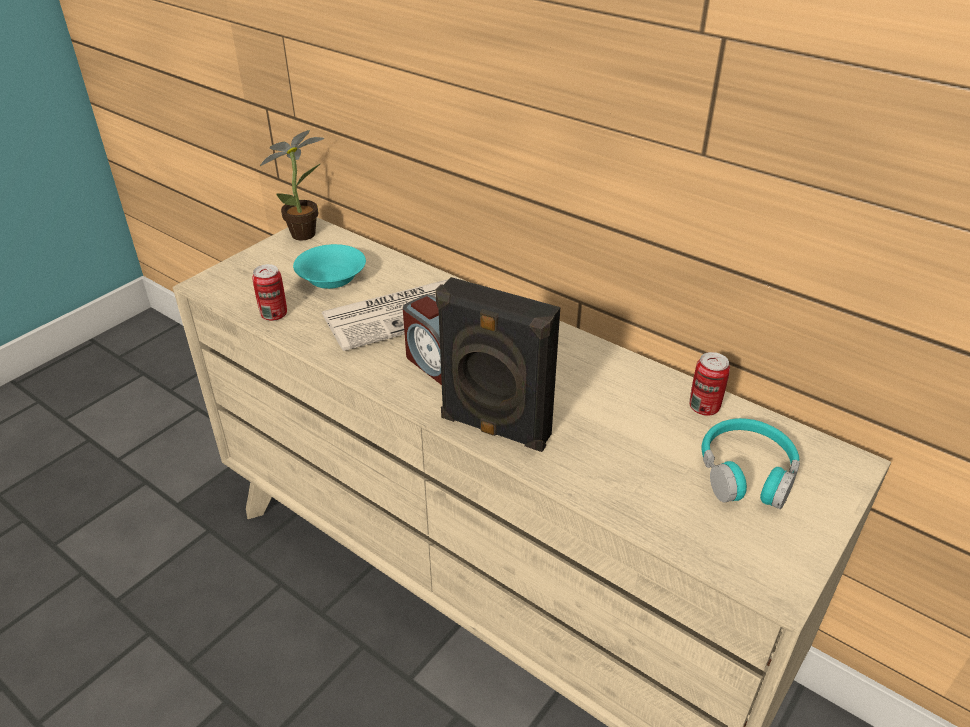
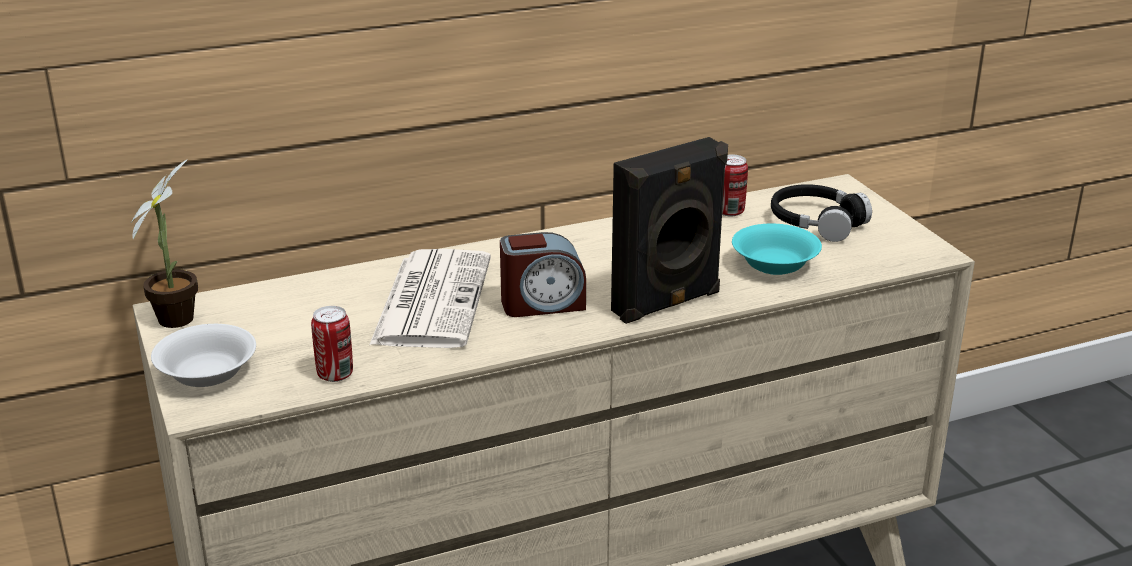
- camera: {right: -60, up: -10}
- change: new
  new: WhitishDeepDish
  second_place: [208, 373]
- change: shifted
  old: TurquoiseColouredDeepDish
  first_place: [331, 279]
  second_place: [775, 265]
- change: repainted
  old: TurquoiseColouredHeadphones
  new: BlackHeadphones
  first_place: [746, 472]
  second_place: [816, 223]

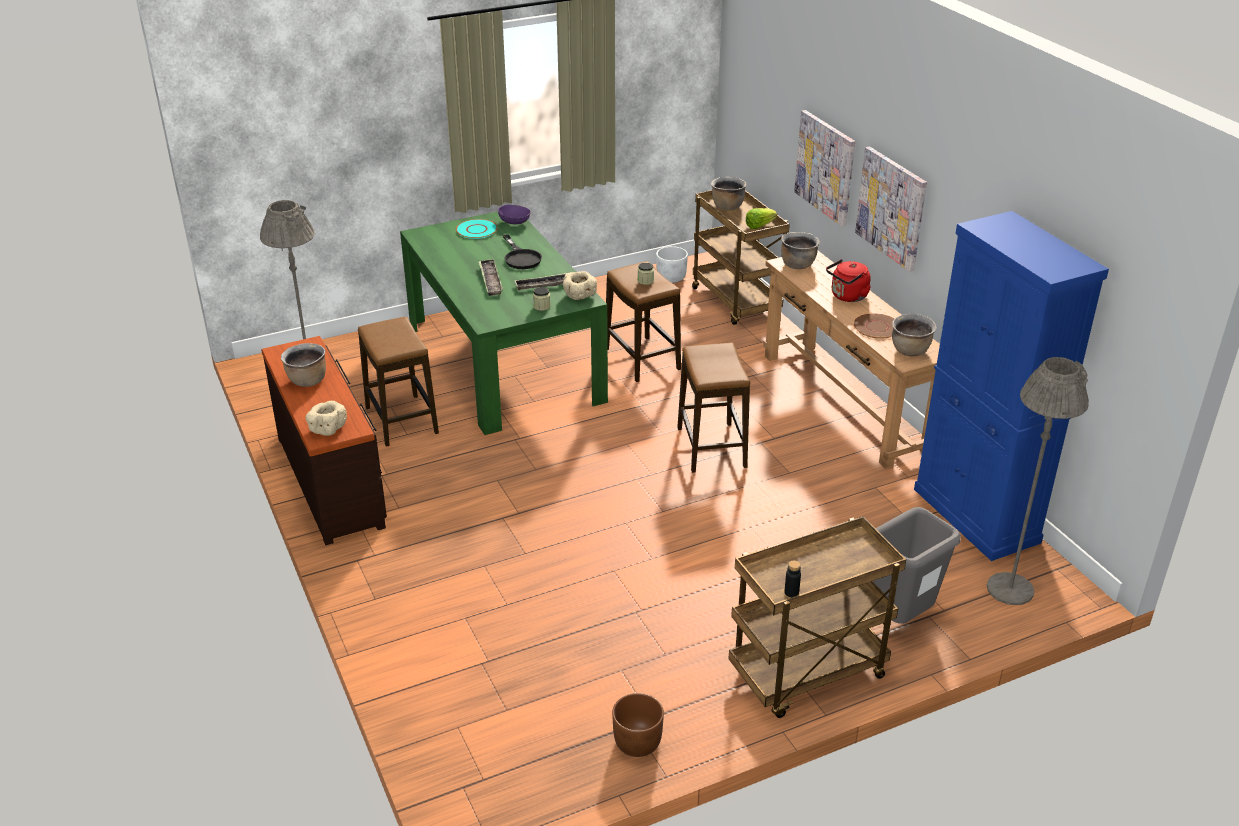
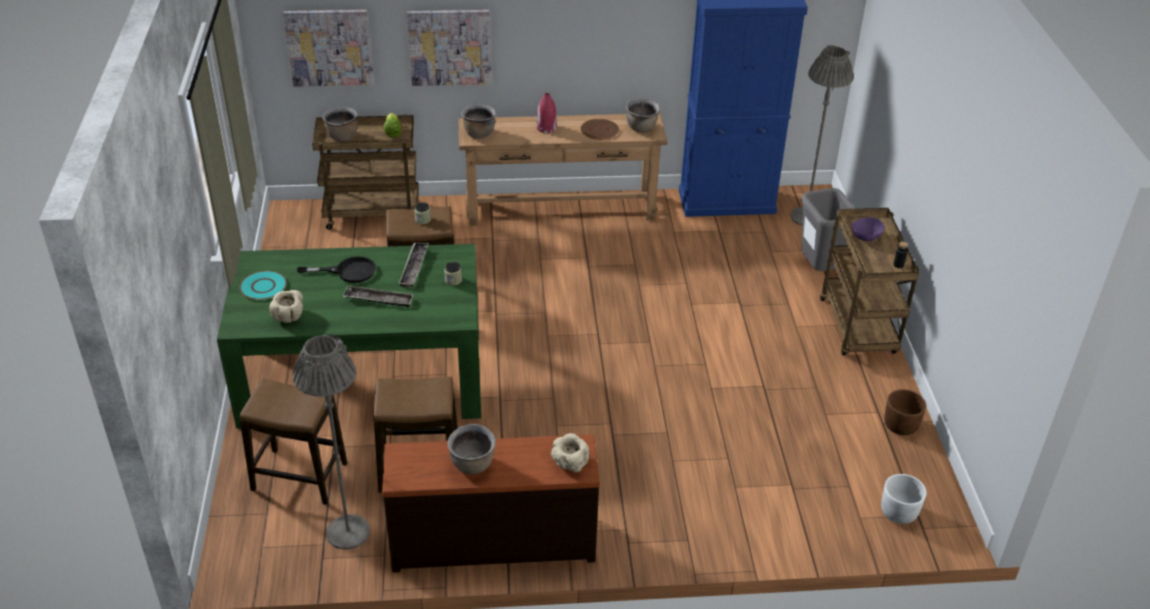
- camera: {right: -70, up: 5}
- change: shifted
  old: PurplishDeepDish
  first_place: [515, 222]
  second_place: [866, 236]
- change: shifted
  old: SandColouredDeepDish
  first_place: [579, 296]
  second_place: [289, 316]
- change: shifted
  old: WhitishPlantPot
  first_place: [671, 278]
  second_place: [898, 513]
- change: shifted
  old: StoolSeat
  first_place: [711, 447]
  second_place: [299, 477]
- change: shifted
  old: Picture
  first_place: [891, 208]
  second_place: [329, 47]
- change: swapped
  old: RedWaterKettle
  new: RedDecorativeVase
  first_place: [847, 297]
  second_place: [546, 128]

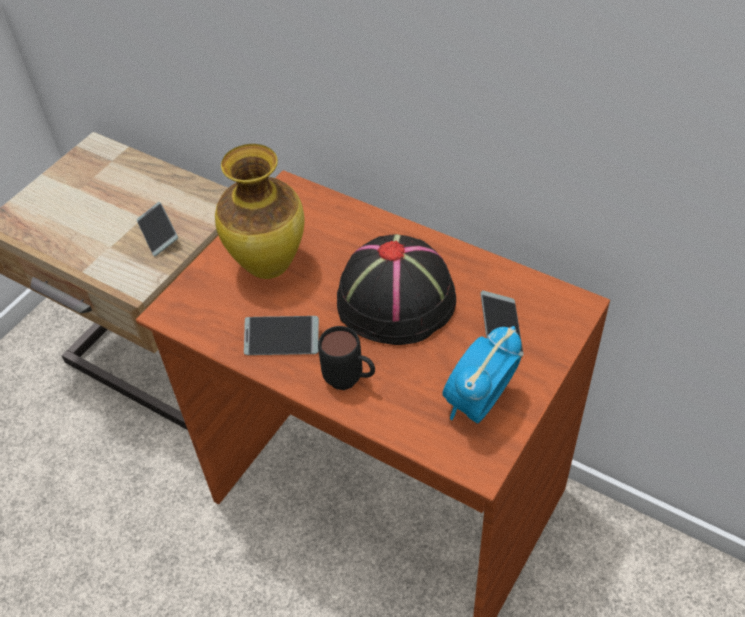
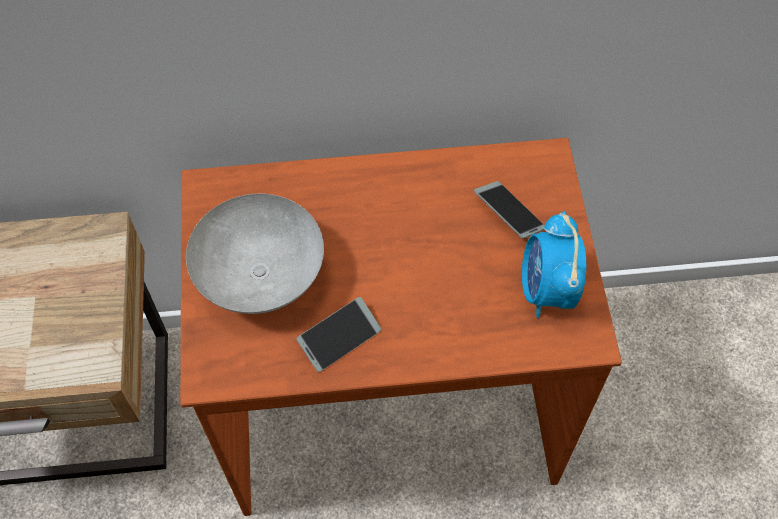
- camera: {right: -40, up: 10}
- change: gone
  old: Telephone
  first_place: [158, 233]
- change: gone
  old: BlackMug
  first_place: [350, 382]
- change: gone
  old: BlackHat
  first_place: [397, 300]
- change: swapped
  old: DecorativeVase
  new: GrayDeepDish
  first_place: [270, 266]
  second_place: [262, 274]

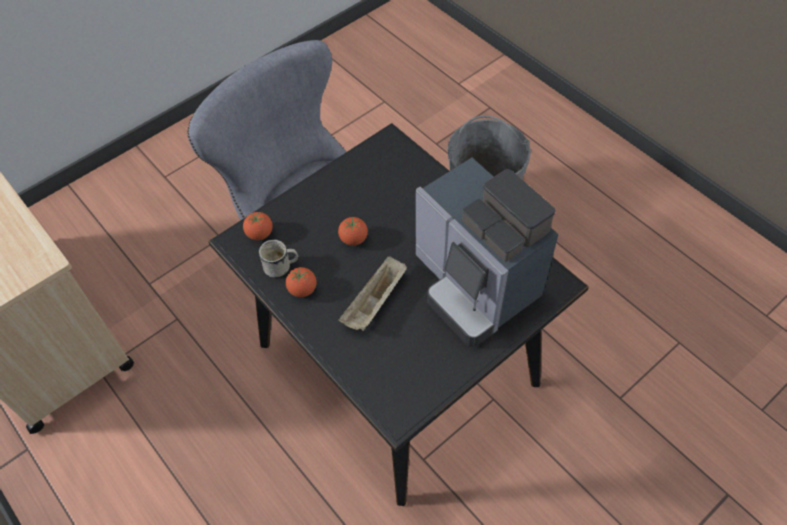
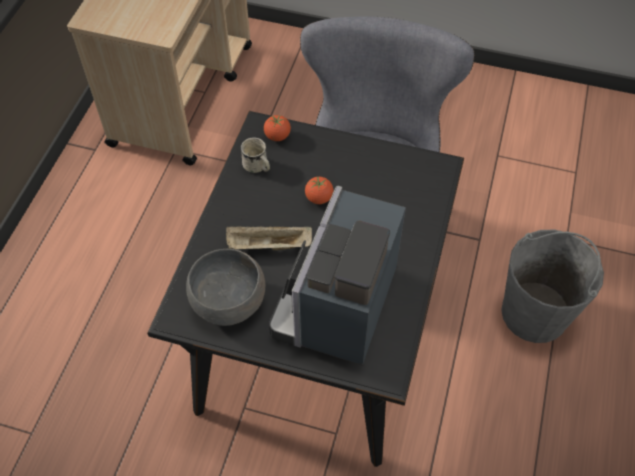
- camera: {right: 55, up: 0}
- change: gone
  old: FreshTomato
  first_place: [302, 289]
- change: new
  new: GrayDeepDish
  second_place: [229, 301]

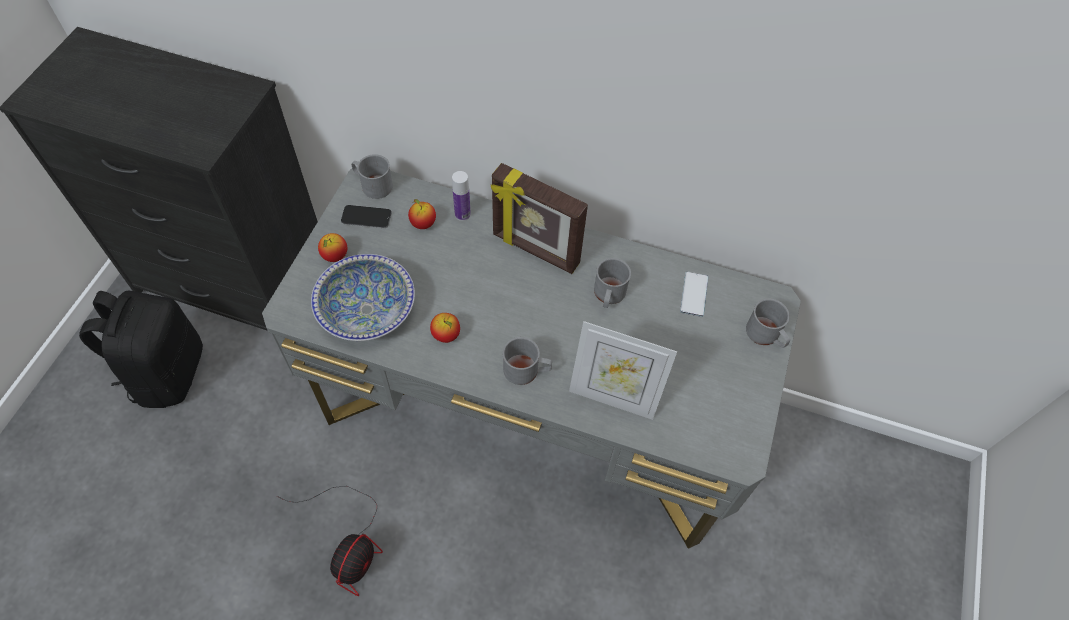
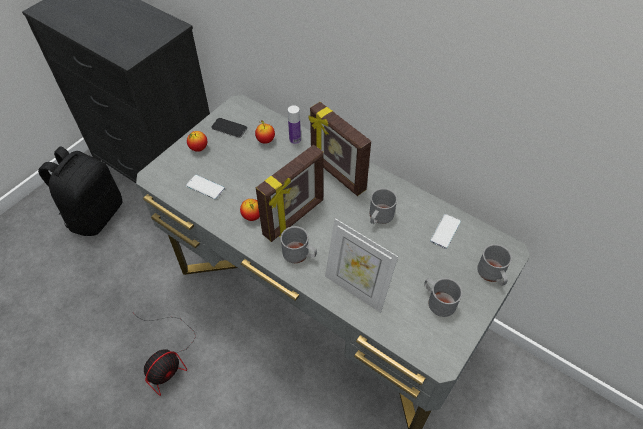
- camera: {right: 20, up: -5}
- change: new
  new: PictureFrame
  second_place: [294, 218]
- change: shifted
  old: GrayMug
  first_place: [373, 185]
  second_place: [438, 301]
- change: swapped
  old: DeepDish
  new: Telephone
  first_place: [366, 309]
  second_place: [205, 187]

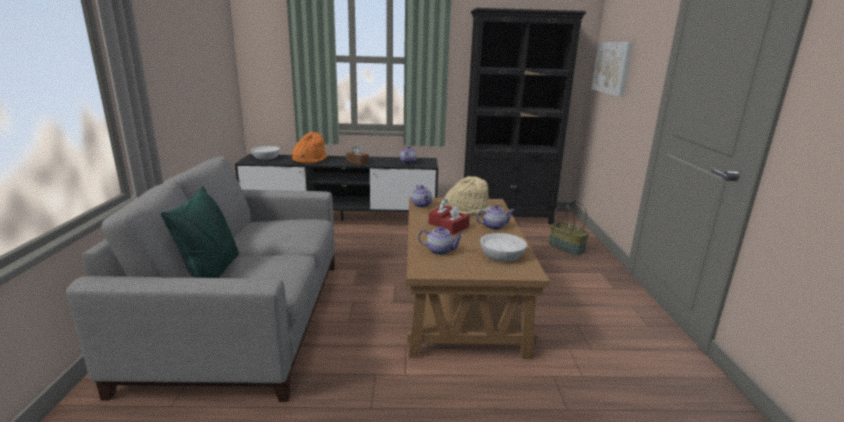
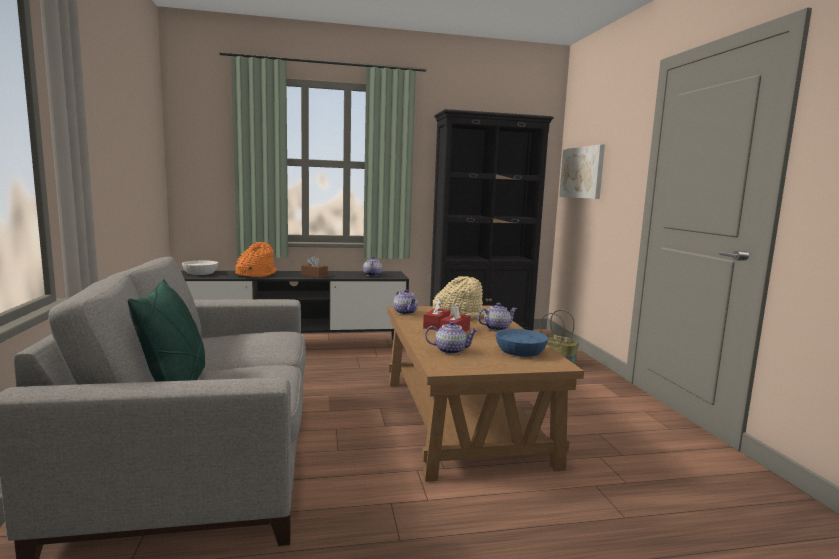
- camera: {right: -10, up: -10}
- change: repainted
  old: WhitishDeepDish
  new: BluishDeepDish
  first_place: [501, 255]
  second_place: [519, 351]

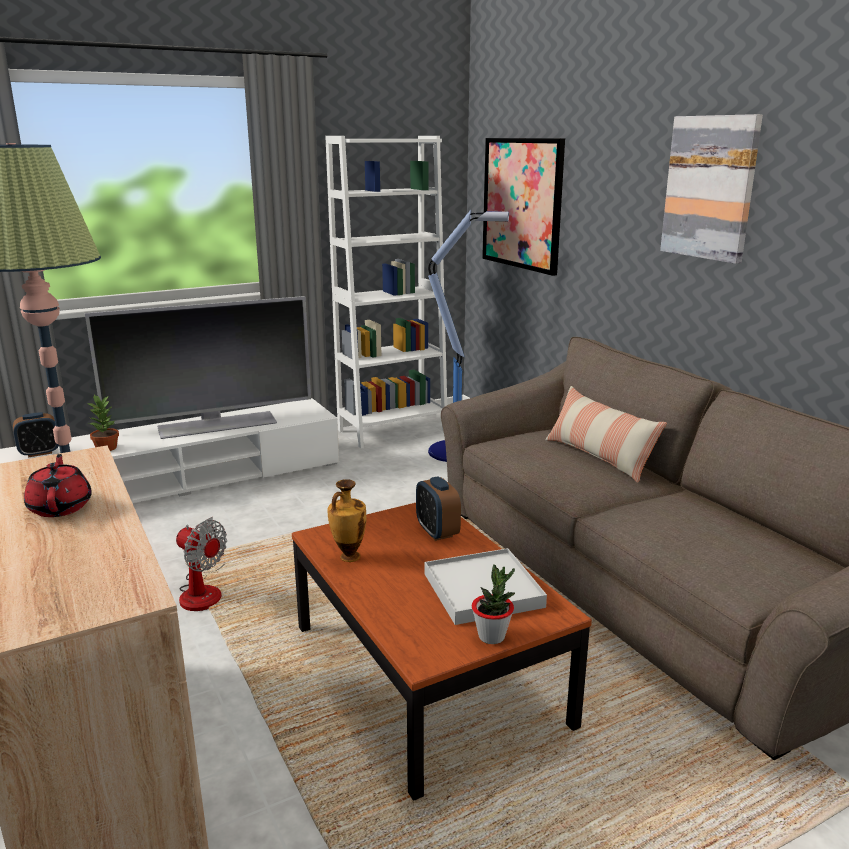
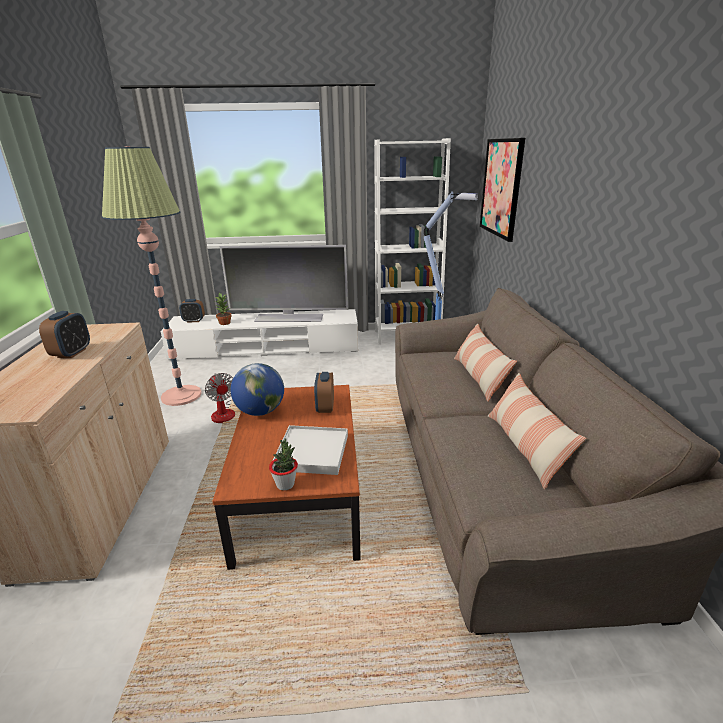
- camera: {right: 25, up: 5}
- change: gone
  old: Picture
  first_place: [710, 188]
- change: new
  new: Pillow
  second_place: [525, 447]
- change: swapped
  old: RedPotForTea
  new: AlarmClock
  first_place: [61, 507]
  second_place: [72, 353]
- change: swapped
  old: DecorativeVase
  new: Globe
  first_place: [348, 557]
  second_place: [260, 411]

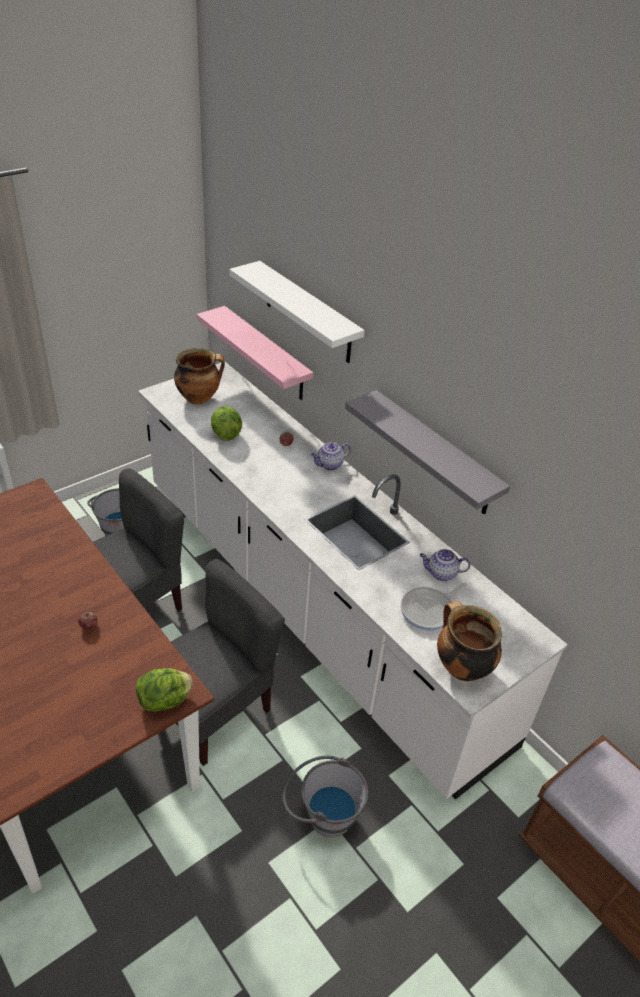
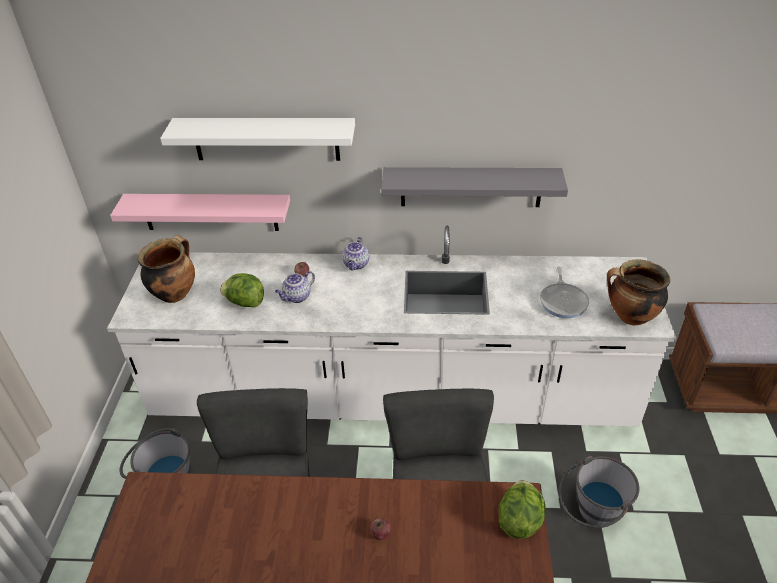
- camera: {right: -45, up: 0}
- change: shifted
  old: PotForTea
  first_place: [441, 573]
  second_place: [297, 297]

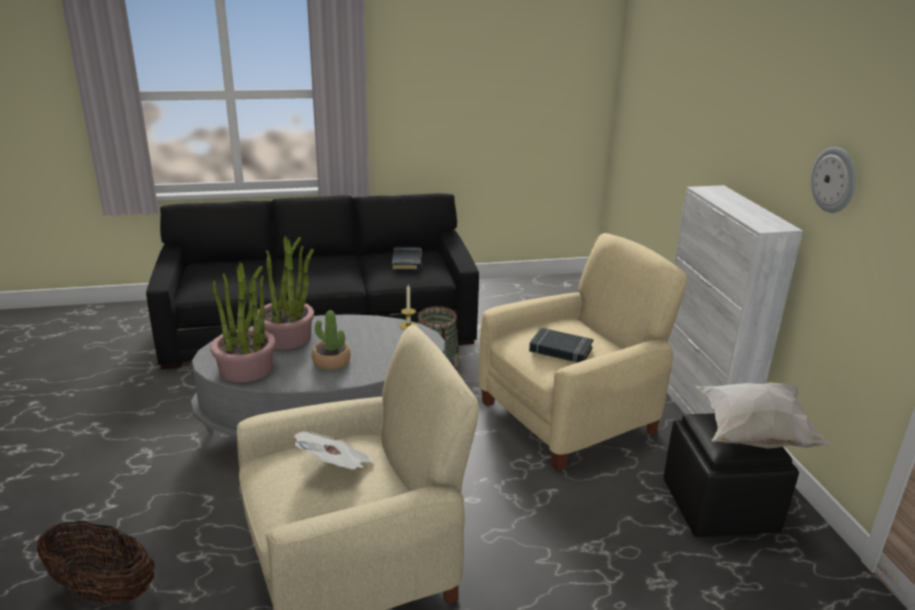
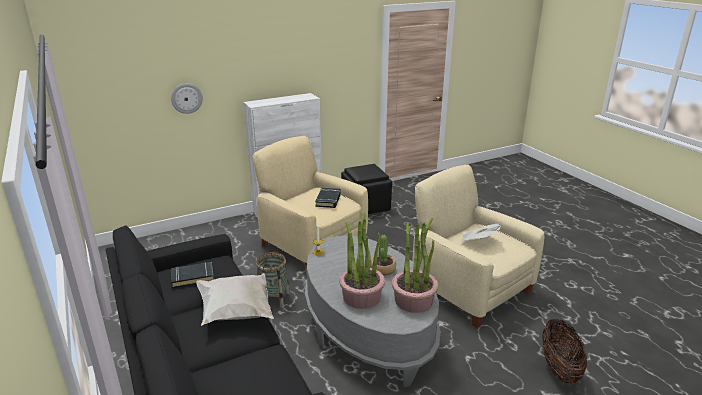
- camera: {right: -105, up: 0}
- change: shifted
  old: WhitishPillow
  first_place: [753, 436]
  second_place: [236, 313]
- change: shifted
  old: WallClock
  first_place: [834, 180]
  second_place: [186, 98]

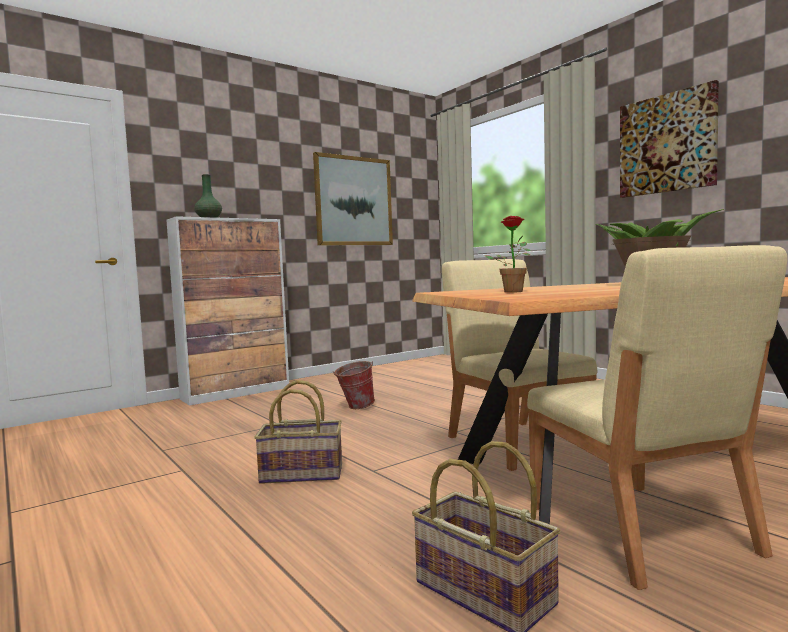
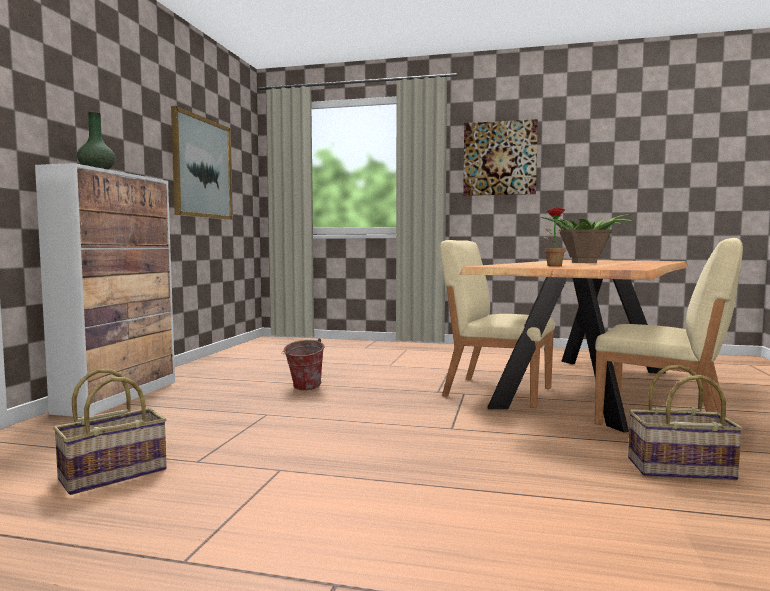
- camera: {right: -40, up: 0}
- change: shifted
  old: StorageBasket
  first_place: [302, 473]
  second_place: [113, 474]

